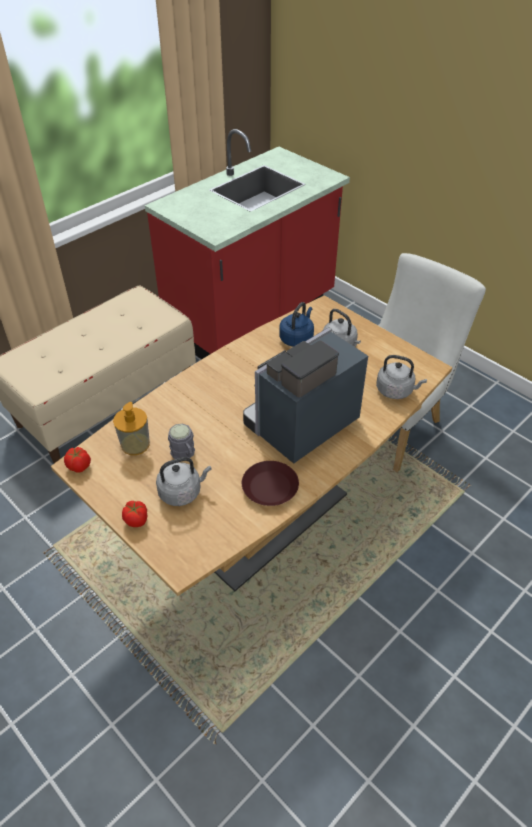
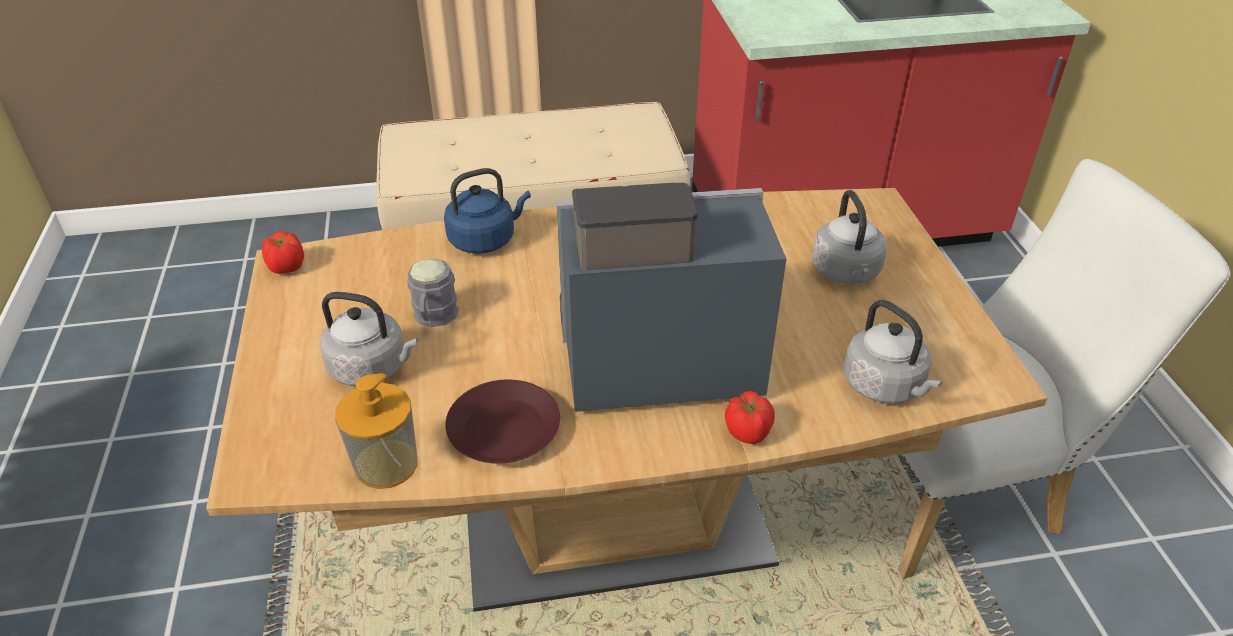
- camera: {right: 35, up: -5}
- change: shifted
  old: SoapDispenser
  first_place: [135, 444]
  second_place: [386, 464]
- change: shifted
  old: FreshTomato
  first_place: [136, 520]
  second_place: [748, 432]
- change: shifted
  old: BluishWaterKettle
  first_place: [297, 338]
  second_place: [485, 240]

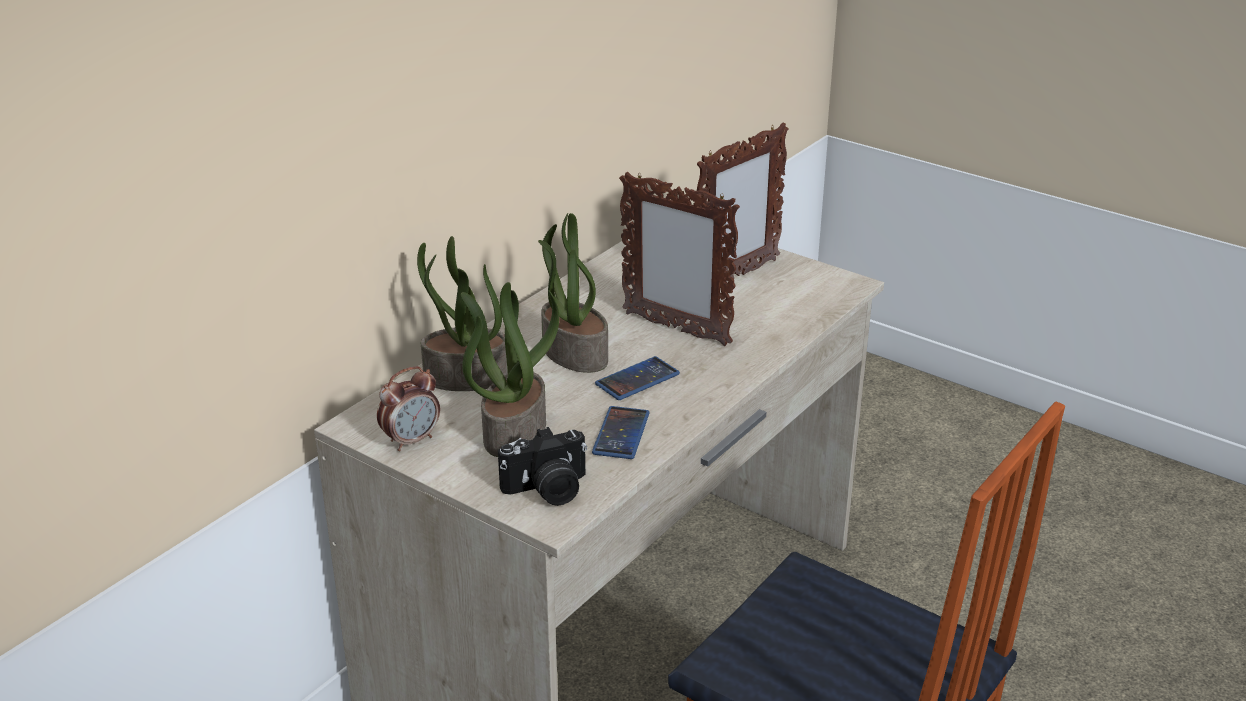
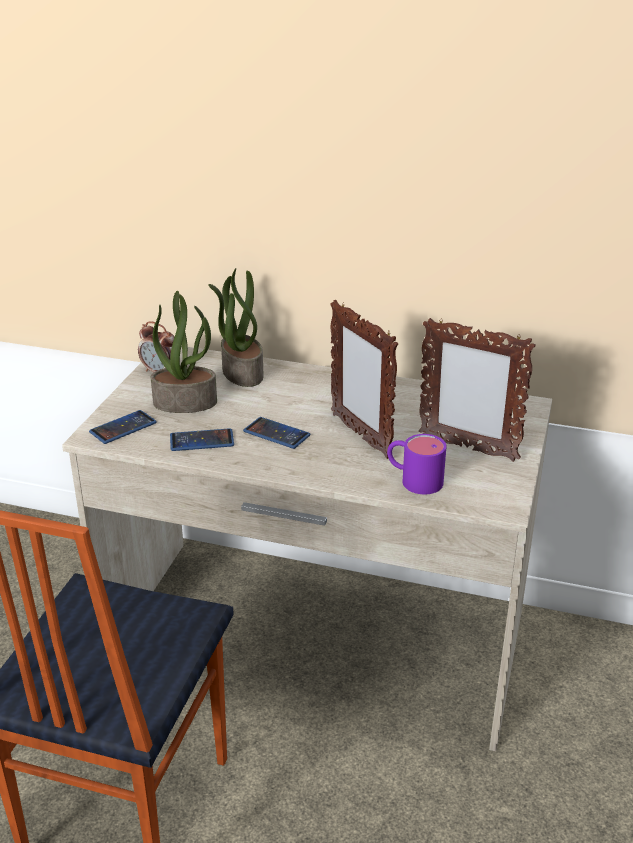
- camera: {right: 70, up: 0}
- change: gone
  old: PottedPlant
  first_place: [573, 353]
- change: new
  new: PurplishMug
  second_place: [413, 479]
- change: swapped
  old: StillCamera
  new: Telephone
  first_place: [547, 490]
  second_place: [123, 428]
- change: rotated
  old: PictureFrame
  first_place: [675, 329]
  second_place: [360, 435]
  degrees: -45

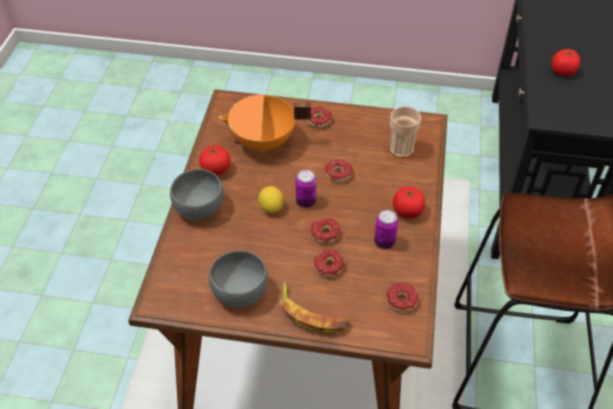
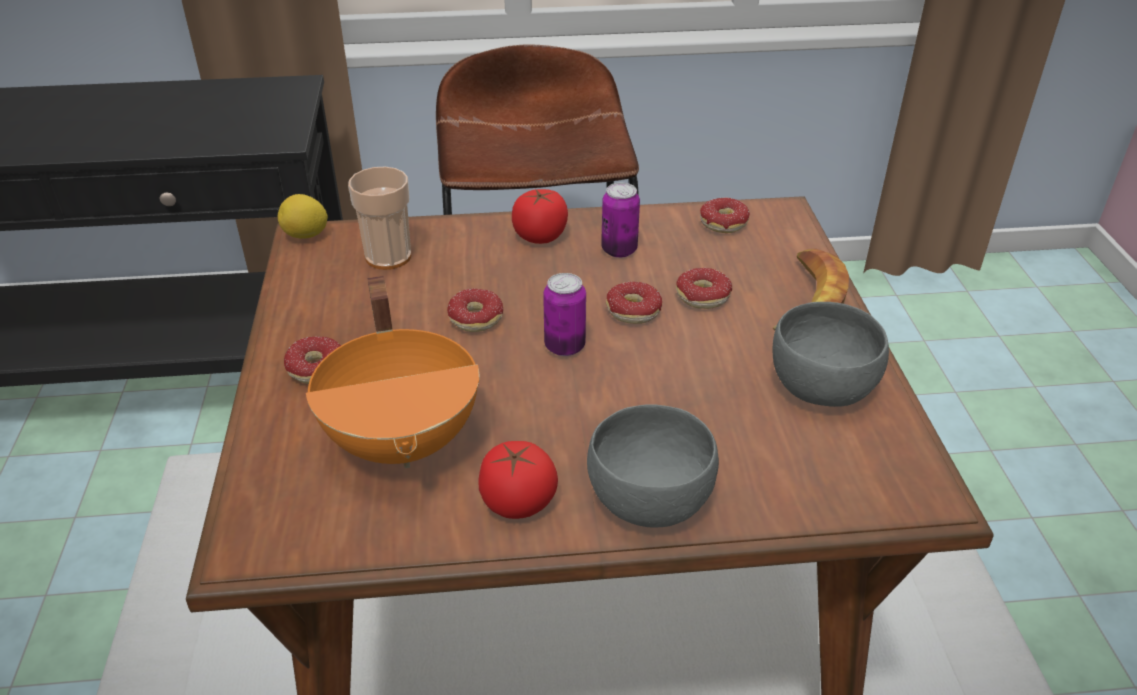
- camera: {right: -105, up: -10}
- change: gone
  old: FreshTomato
  first_place: [563, 71]
- change: shifted
  old: Lemon
  first_place: [271, 208]
  second_place: [306, 236]

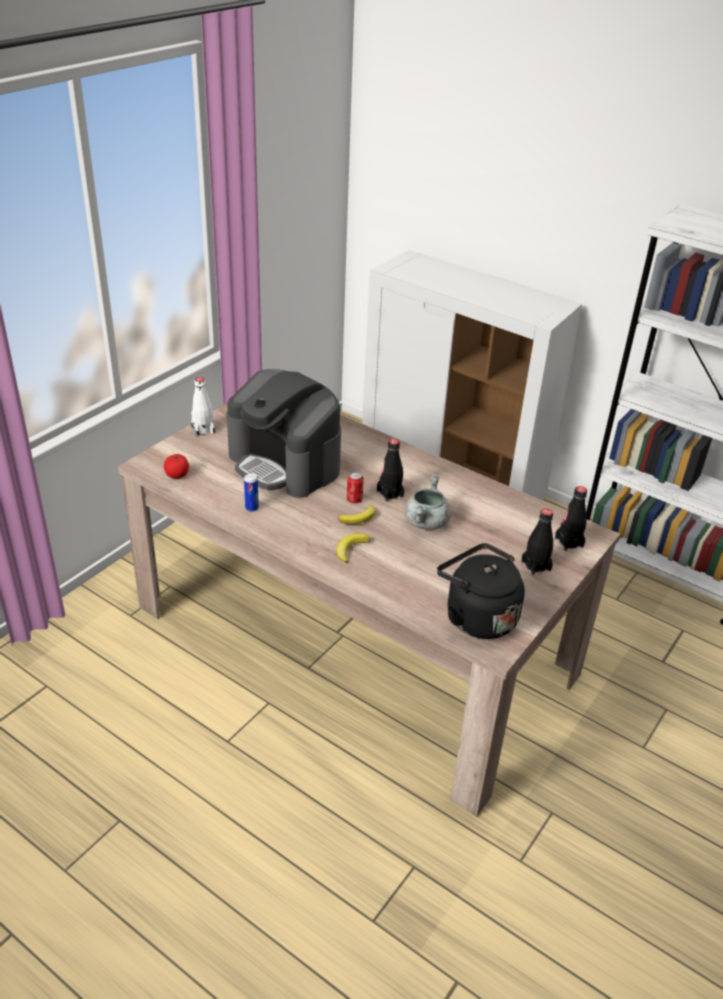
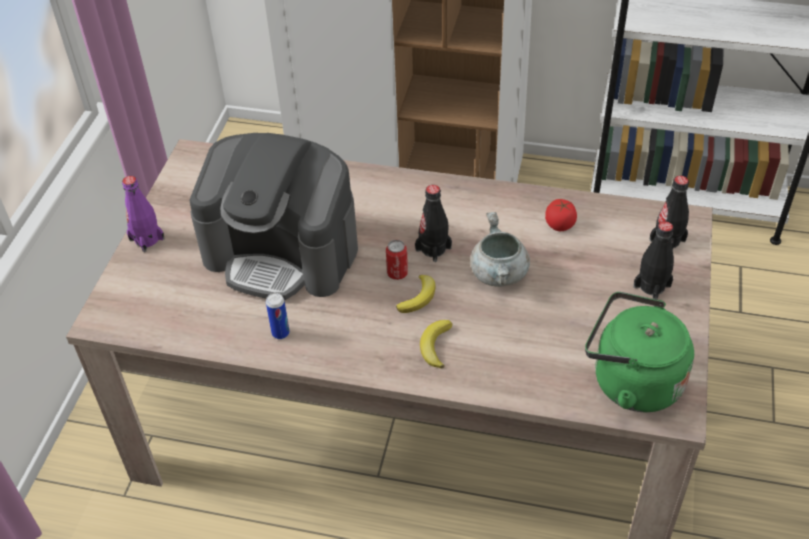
- camera: {right: -20, up: 10}
- change: shifted
  old: FreshTomato
  first_place: [177, 474]
  second_place: [560, 224]
- change: repainted
  old: WhitishBeverageBottle
  new: PurplishBeverageBottle
  first_place: [203, 430]
  second_place: [147, 239]
- change: repainted
  old: BlackWaterKettle
  new: GreenWaterKettle
  first_place: [477, 617]
  second_place: [631, 381]

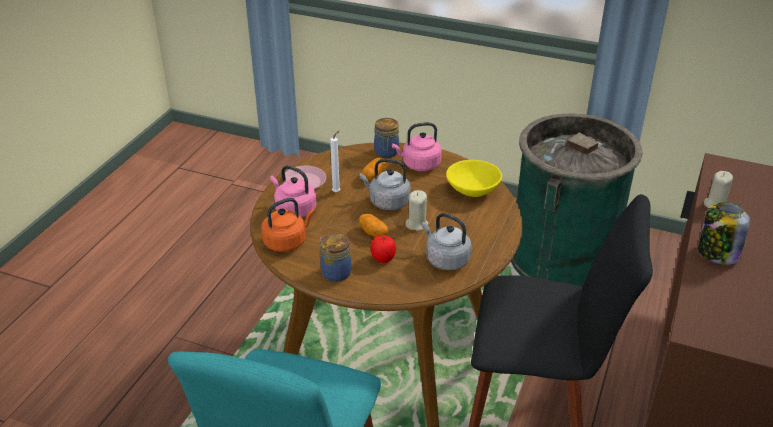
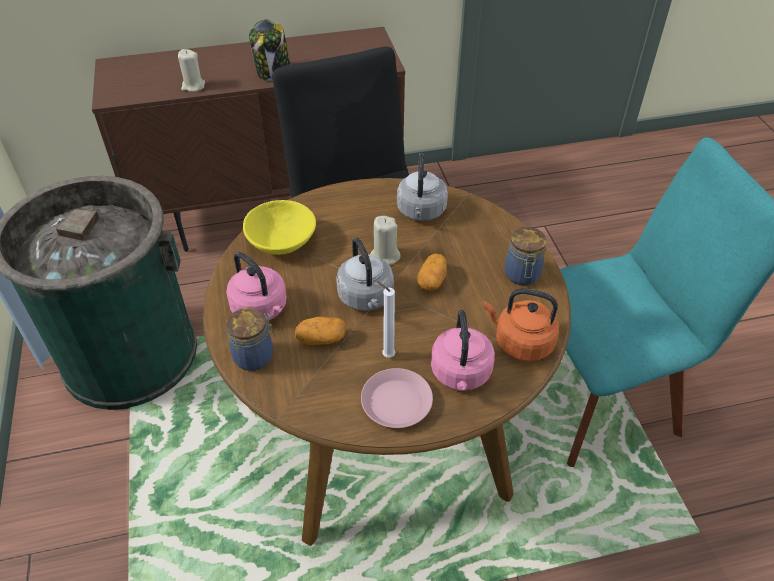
- camera: {right: -125, up: 10}
- change: gone
  old: FreshTomato
  first_place: [383, 258]

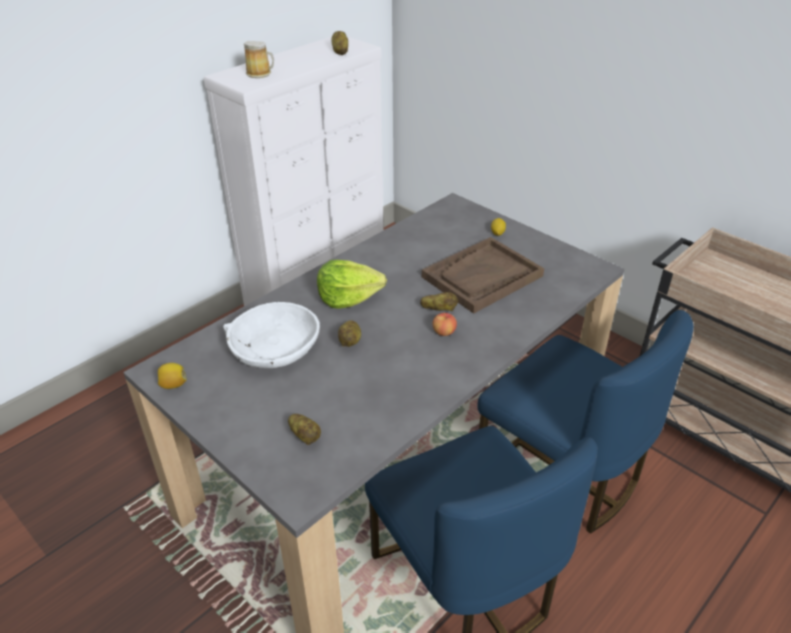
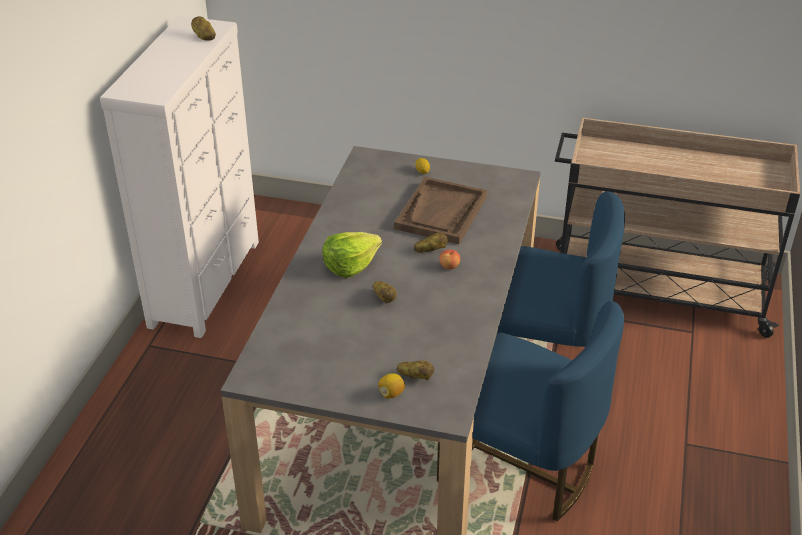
- camera: {right: -30, up: 0}
- change: gone
  old: WhitishDeepDish
  first_place: [274, 347]
- change: gone
  old: Mug
  first_place: [260, 74]
- change: shifted
  old: Lemon
  first_place: [173, 385]
  second_place: [391, 393]

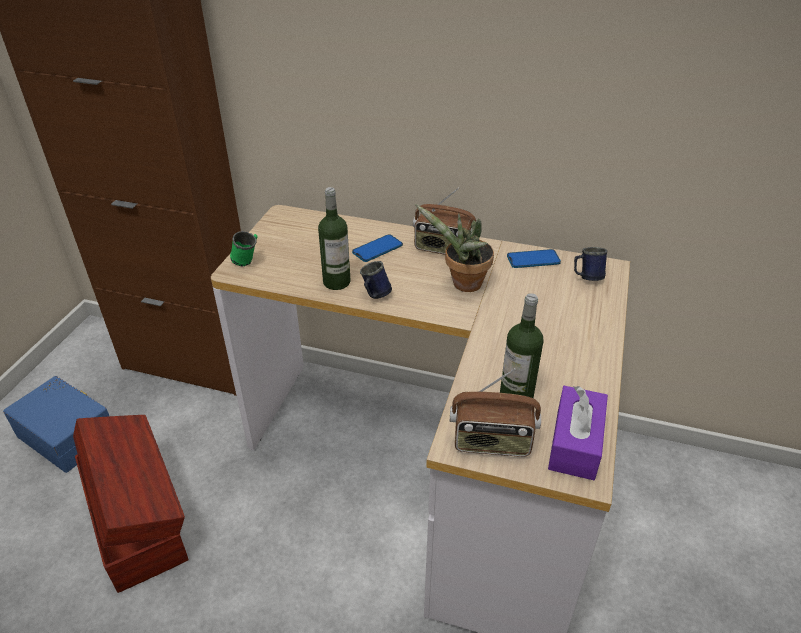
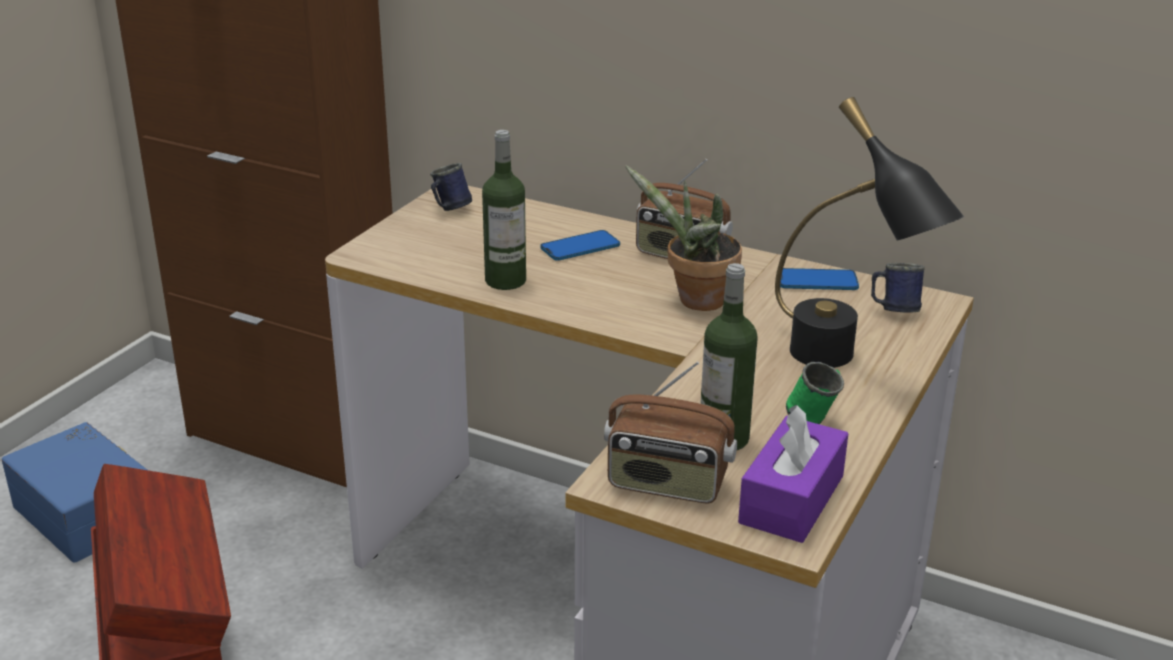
- camera: {right: 10, up: -10}
- change: new
  new: BlackLampForATable
  second_place: [845, 365]
- change: shifted
  old: GreenMug
  first_place: [248, 261]
  second_place: [815, 418]
- change: shifted
  old: BluishMug
  first_place: [374, 296]
  second_place: [449, 210]

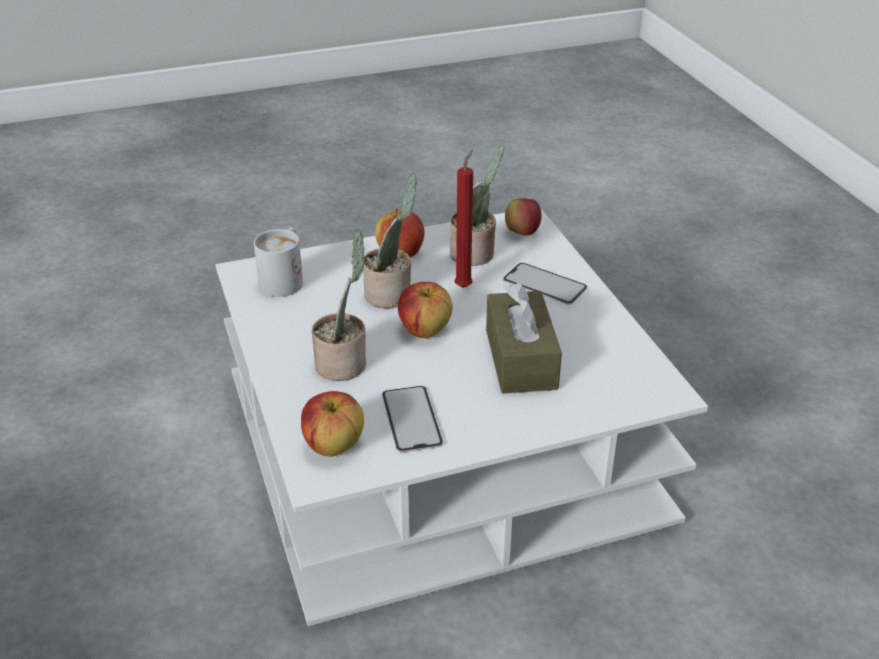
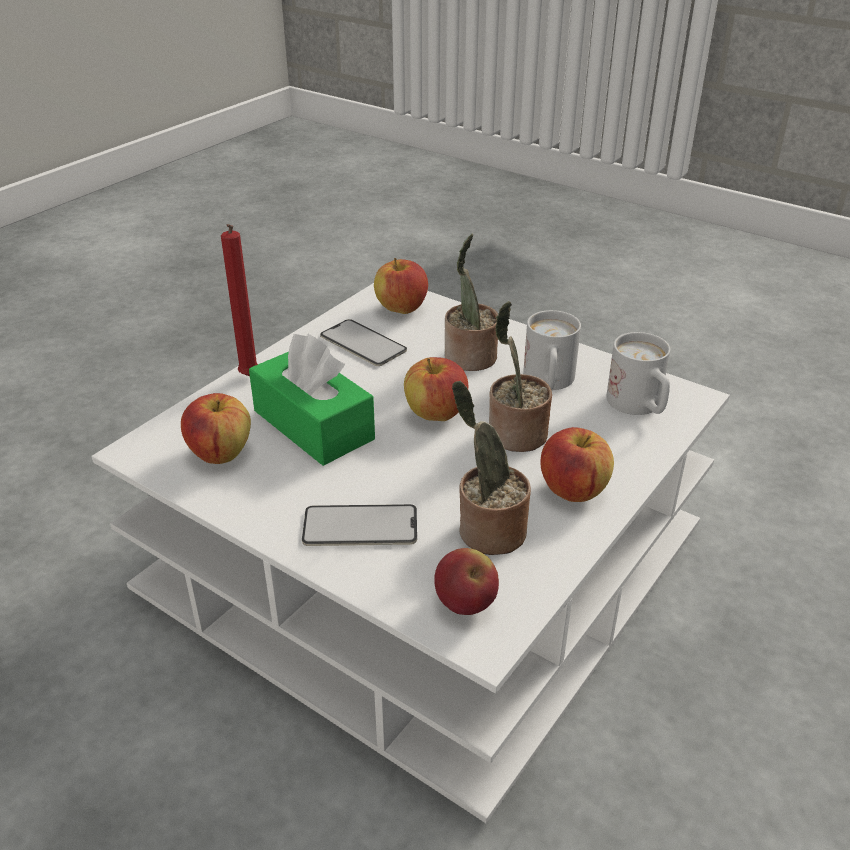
- camera: {right: 145, up: 0}
- change: new
  new: Apple
  second_place: [220, 453]
- change: new
  new: WhitishMug
  second_place: [549, 383]
- change: shifted
  old: RedCandle
  first_place: [465, 286]
  second_place: [249, 378]
- change: repainted
  old: BrownTissueHolder
  new: GreenTissueHolder
  first_place: [521, 359]
  second_place: [313, 425]

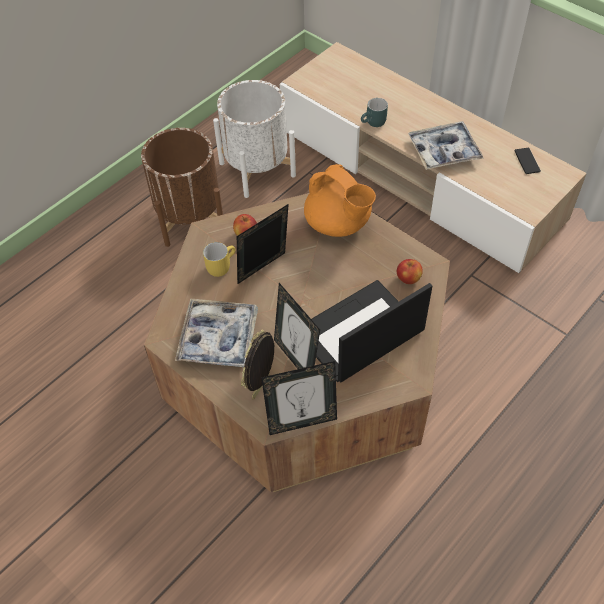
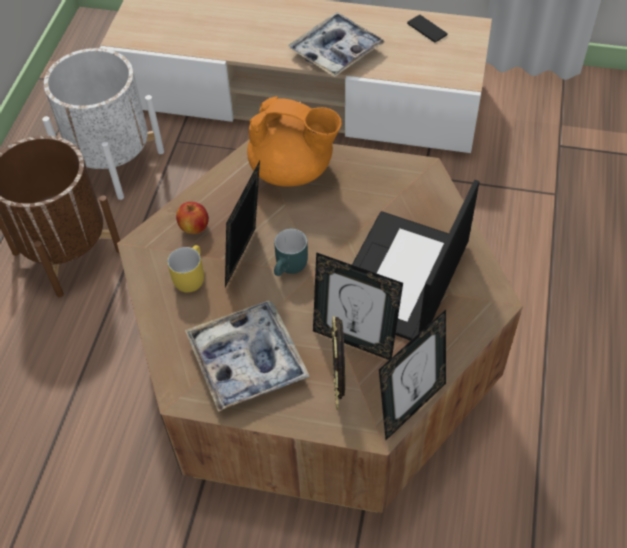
- camera: {right: -30, up: 0}
- change: gone
  old: Apple
  first_place: [408, 279]
- change: shifted
  old: TurquoiseColouredMug
  first_place: [374, 123]
  second_place: [291, 267]

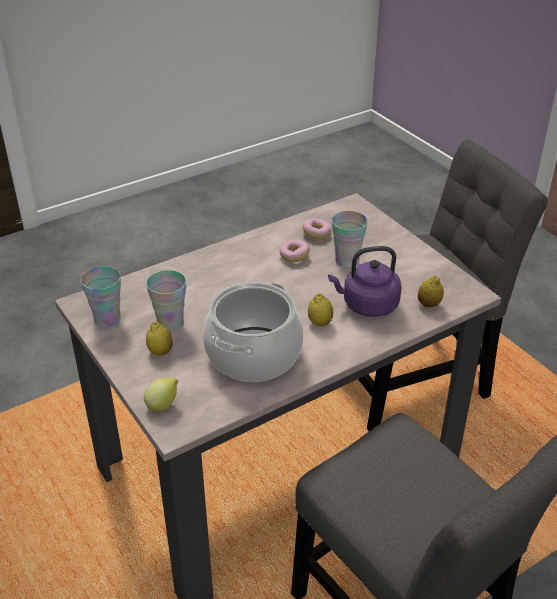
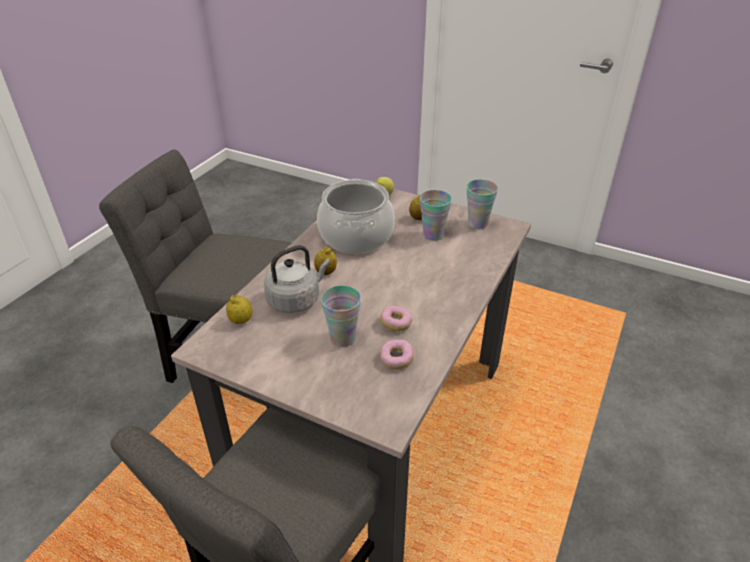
- camera: {right: 150, up: 0}
- change: repainted
  old: PurplishWaterKettle
  new: GrayWaterKettle
  first_place: [367, 305]
  second_place: [296, 300]

